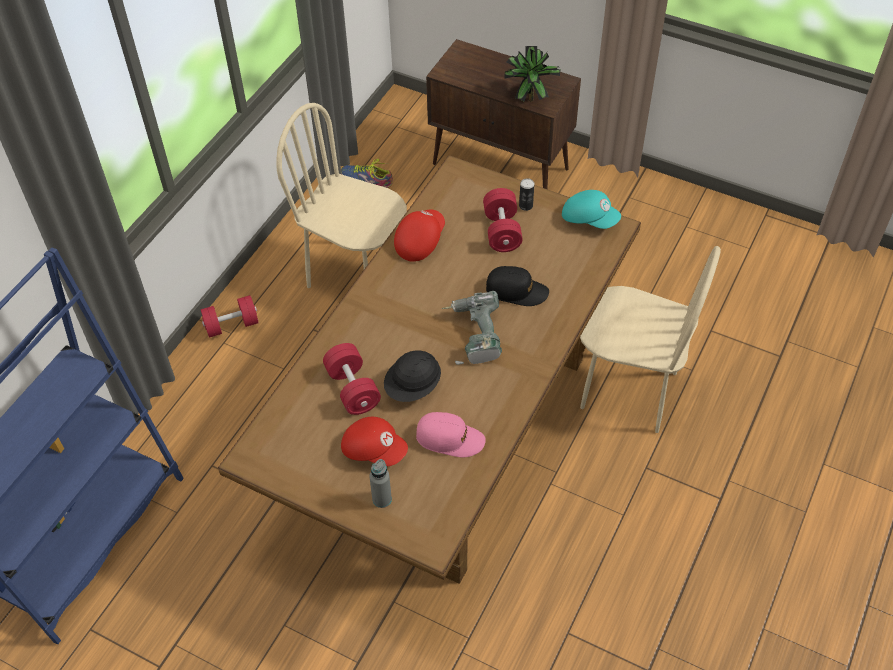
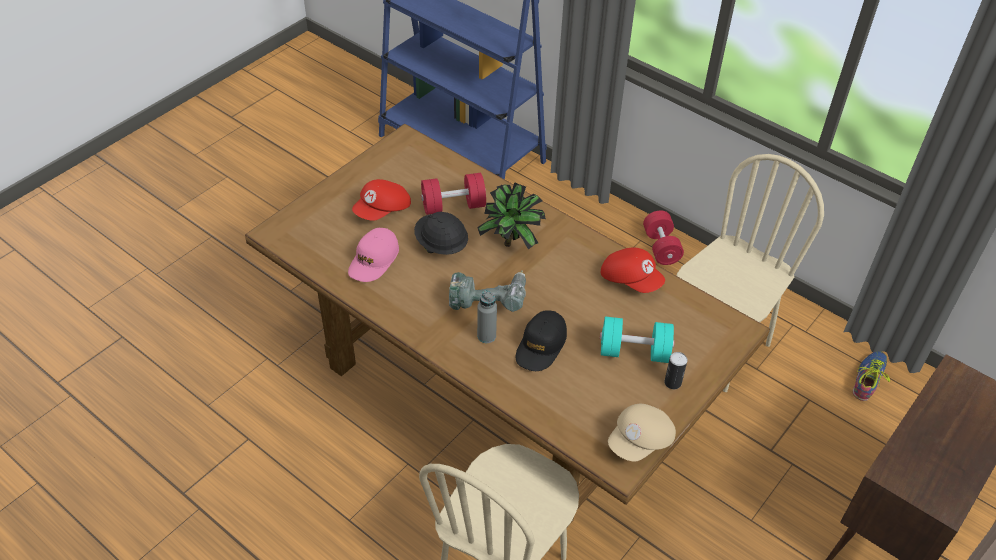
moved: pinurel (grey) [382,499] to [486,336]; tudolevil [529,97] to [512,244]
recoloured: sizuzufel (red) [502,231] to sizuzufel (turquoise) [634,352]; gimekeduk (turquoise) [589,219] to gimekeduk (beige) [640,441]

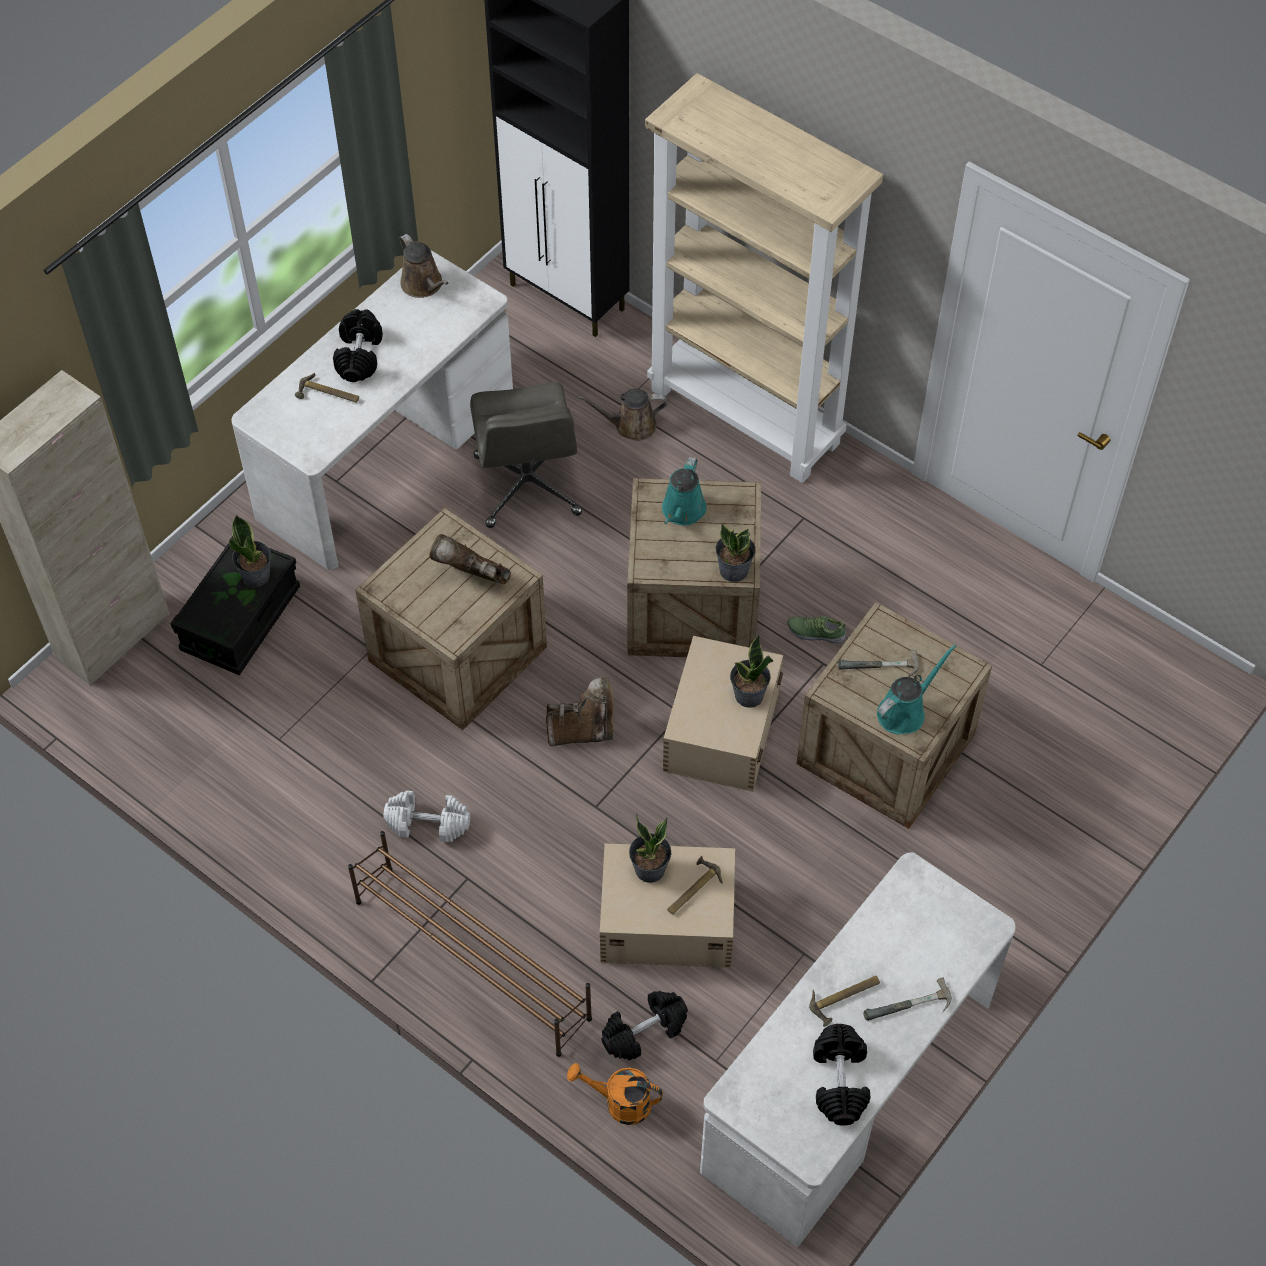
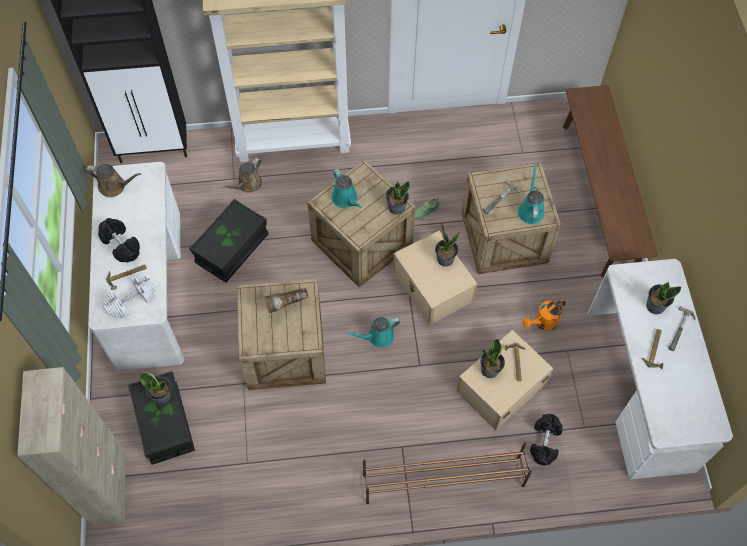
removed: sizuzufel (black) [840,1081]
added: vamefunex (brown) [598,197]; tudolevil [655,306]
moved: sizuzufel (white) [428,823] to [131,300]; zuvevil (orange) [619,1103] to [543,323]
replaced: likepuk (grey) [528,486] to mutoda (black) [232,249]; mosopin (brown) [583,731] to zuvevil (turquoise) [378,337]

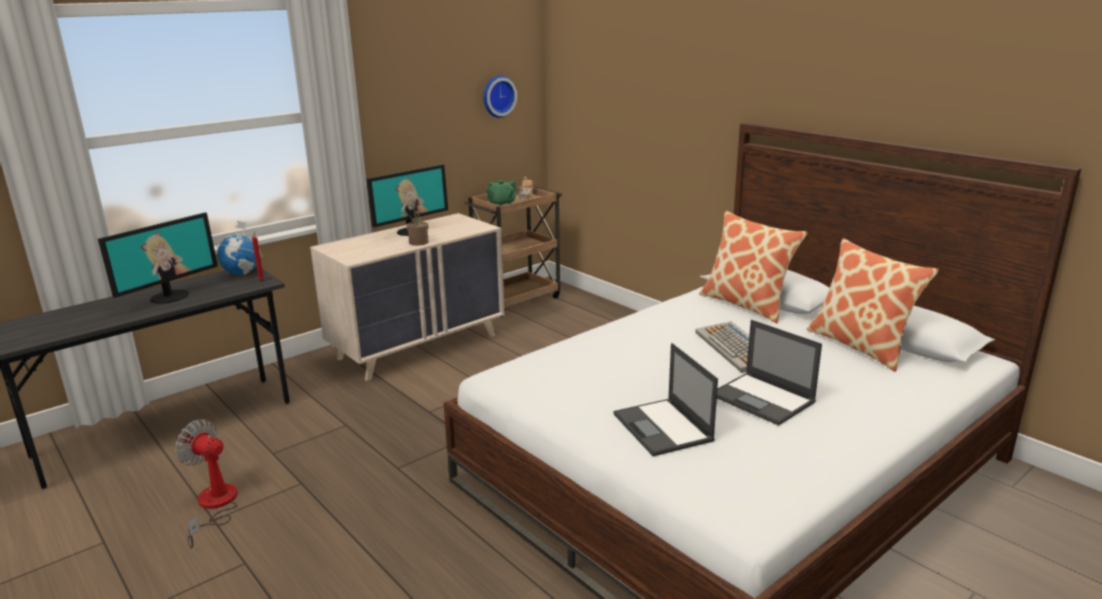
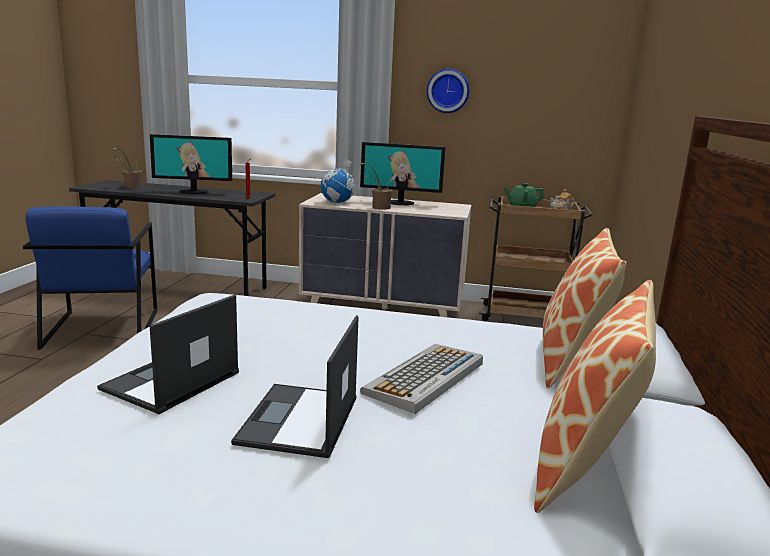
added: tudolevil [131,187]
moved: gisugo [243,273] to [338,202]; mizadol [497,96] to [448,91]
replaced: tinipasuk [214,506] to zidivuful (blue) [101,328]

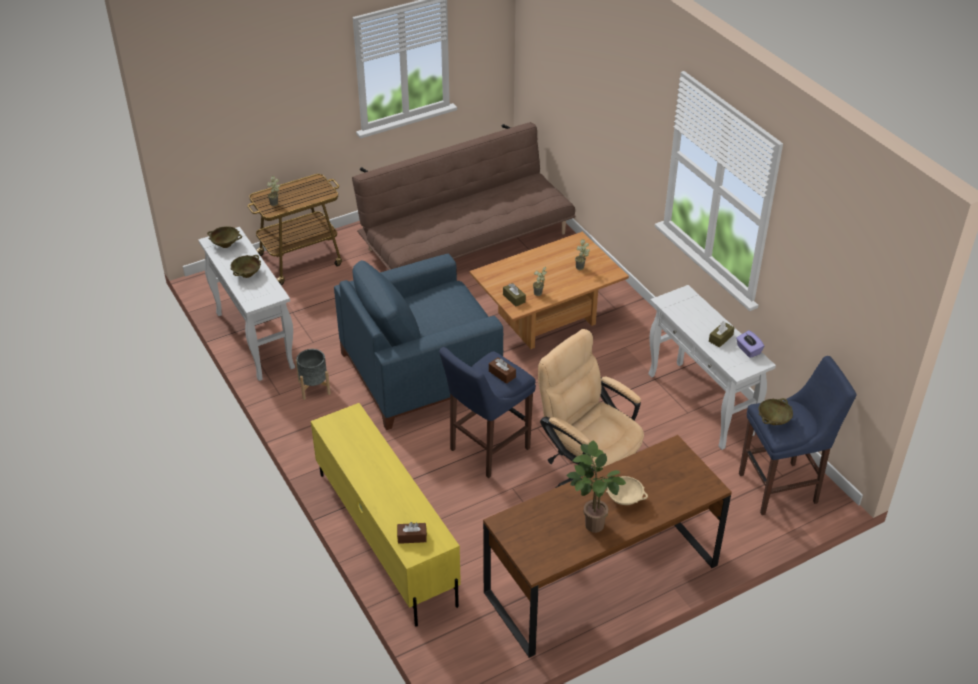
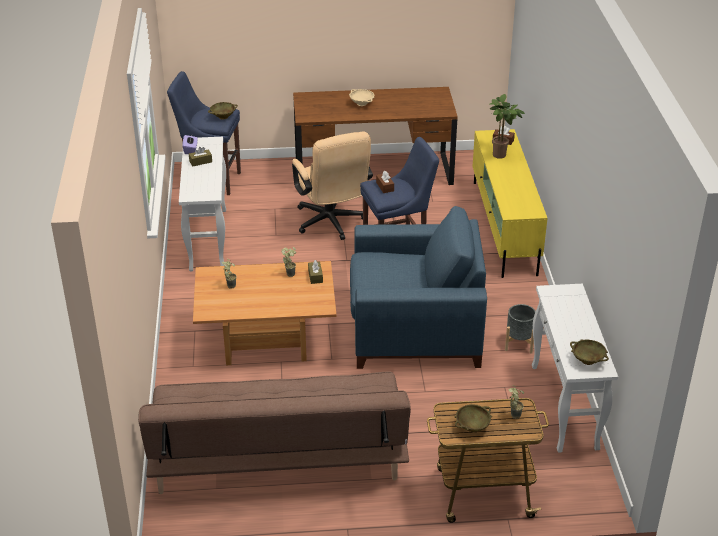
moved: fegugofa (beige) [247,274] to [472,427]; tudolevil [591,524] to [501,156]

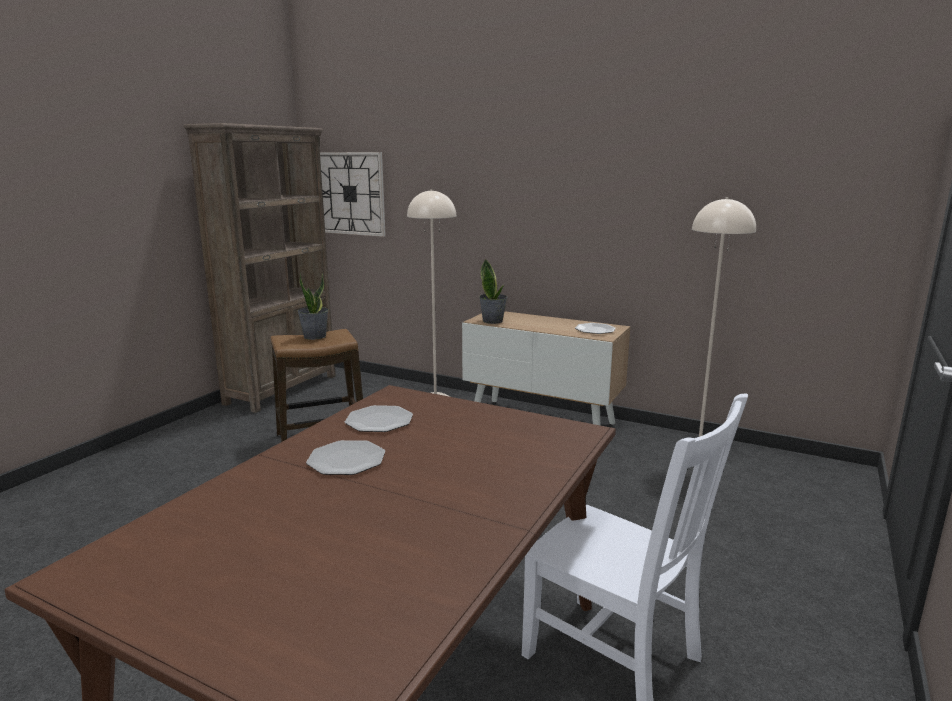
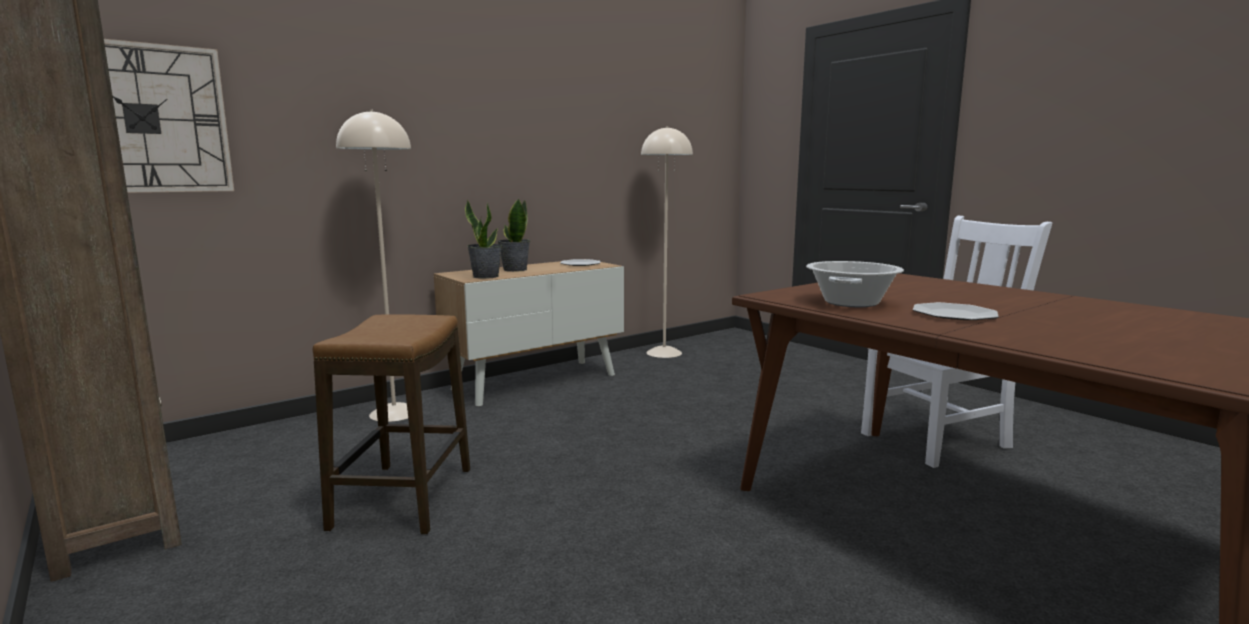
moved: tudolevil [314,336] to [514,270]
replaced: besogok [379,421] to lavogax [850,303]

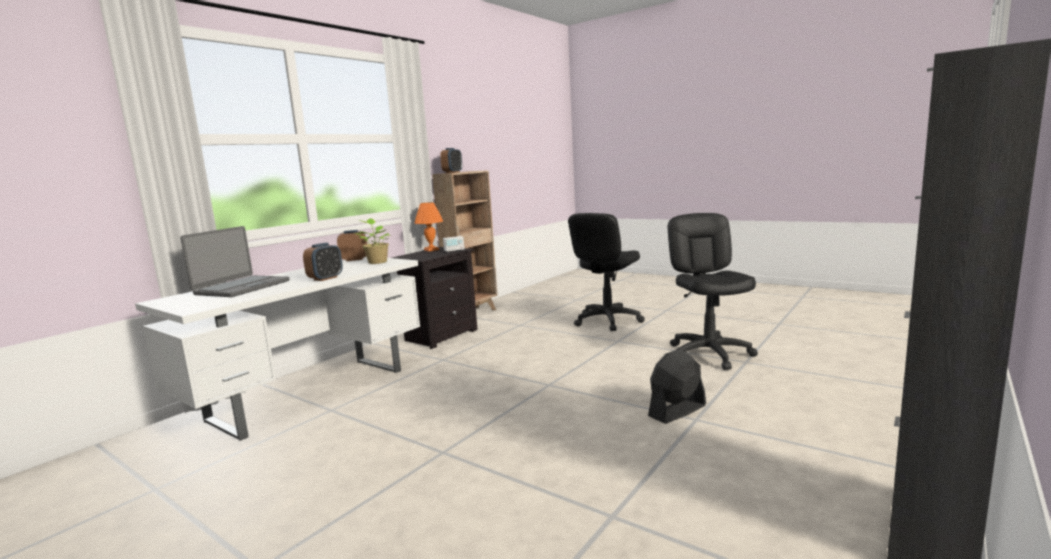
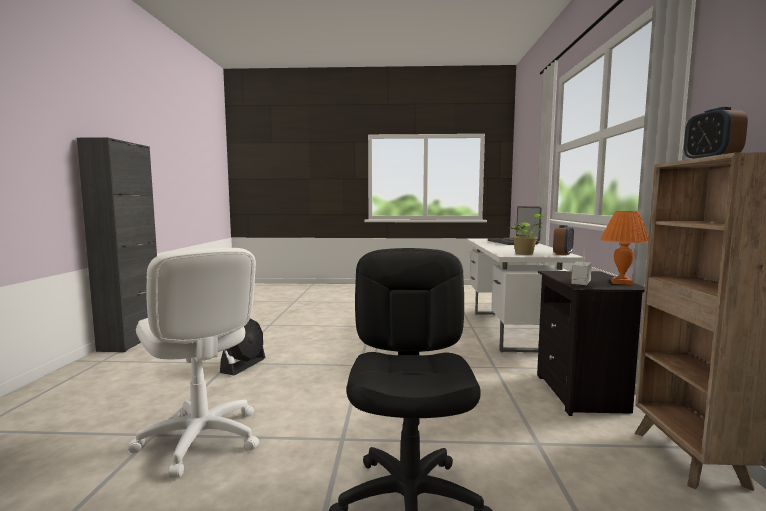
removed: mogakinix [325,278]
recoloured: likepuk (black) [709,354] to likepuk (white) [200,439]

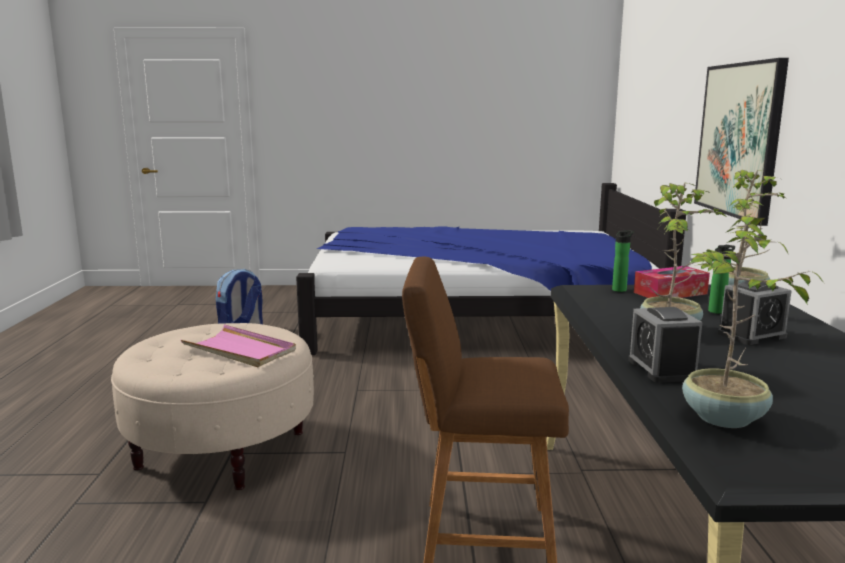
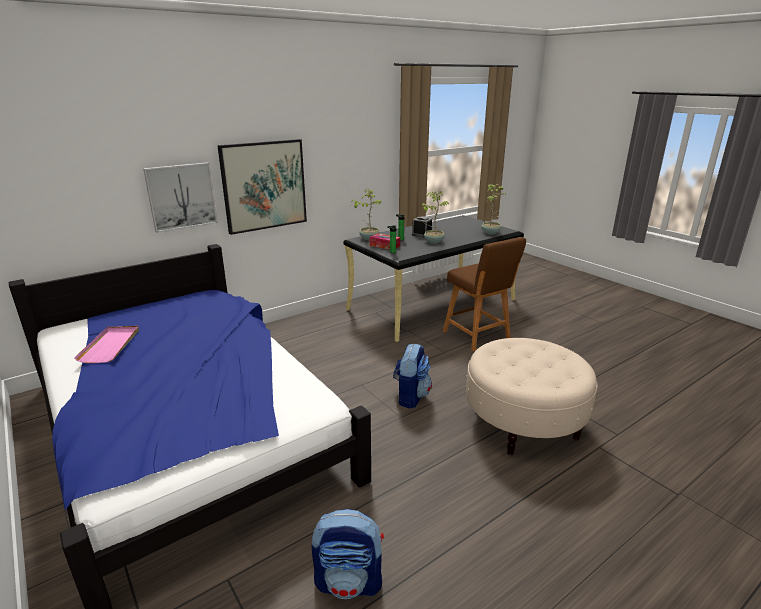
removed: mogakinix [661,369]
added: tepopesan [181,196]; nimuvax [410,396]
moved: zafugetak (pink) [240,350] to [111,346]

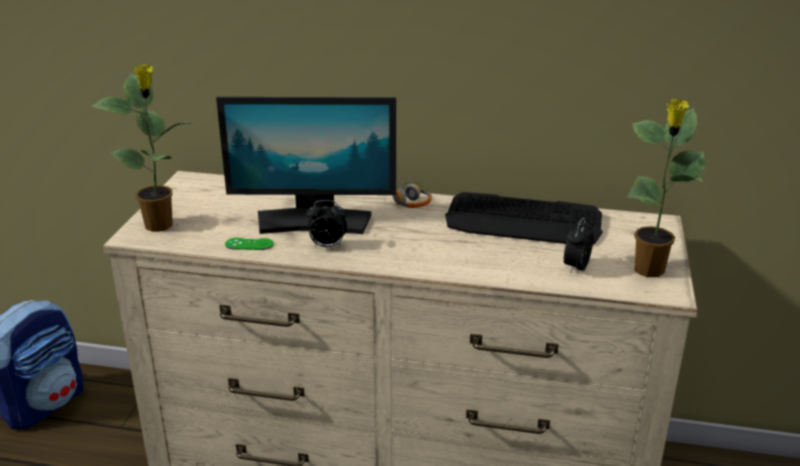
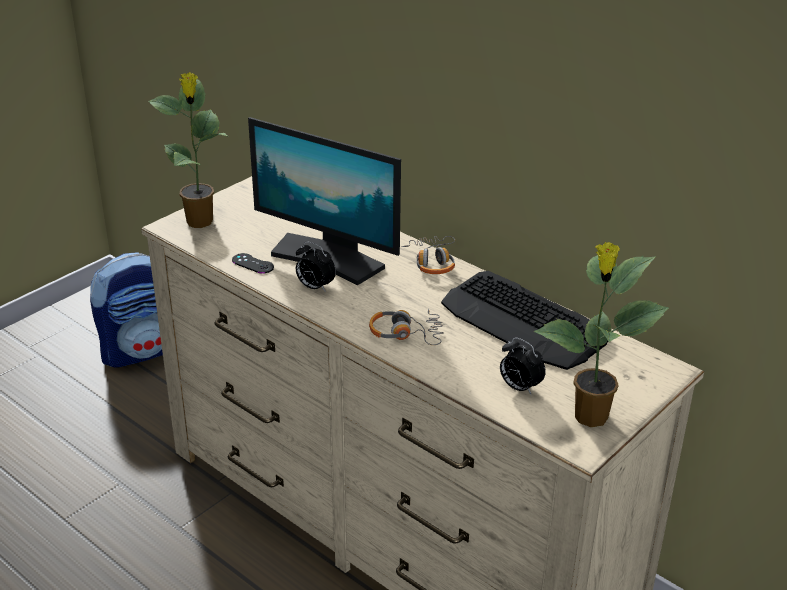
added: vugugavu [406,333]
recoloured: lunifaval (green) [249,244] to lunifaval (black) [253,263]
turned: mogakinix [576,267] = [519,387] 105 degrees counterclockwise

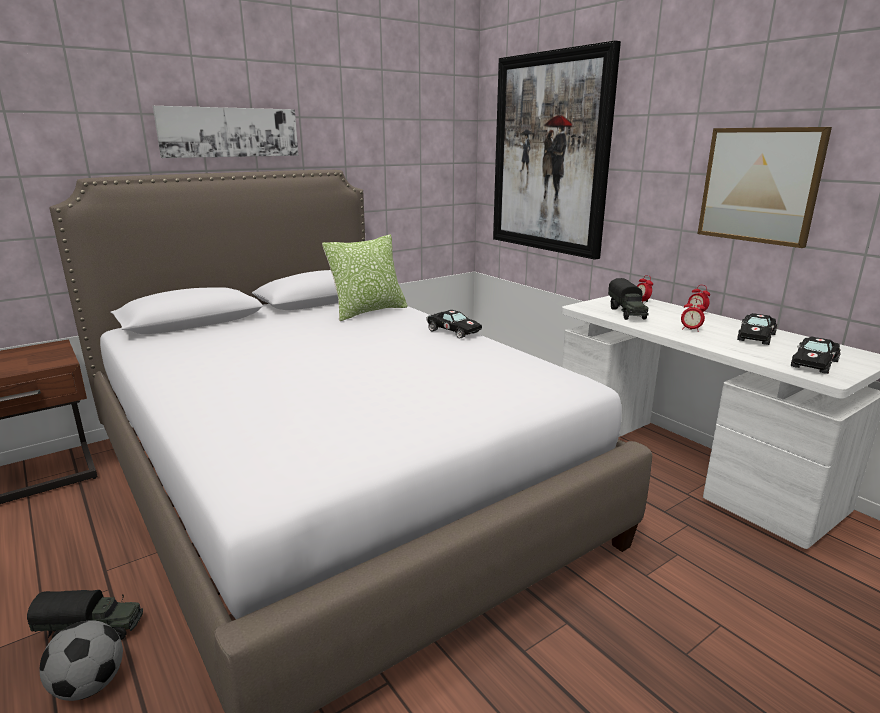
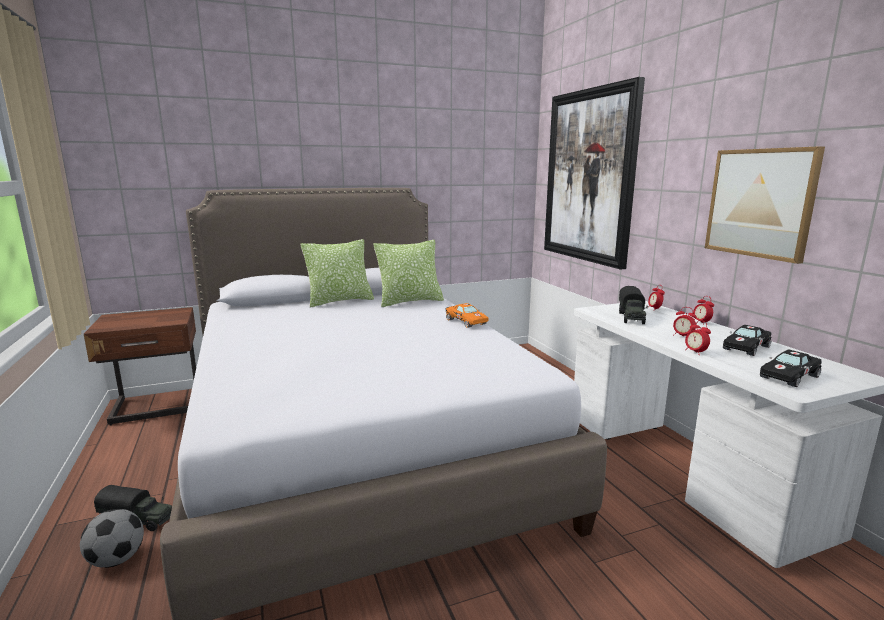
removed: tepopesan [229,132]
added: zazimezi [339,301]; mogakinix [695,352]
recoloured: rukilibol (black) [452,331] to rukilibol (orange) [465,321]

